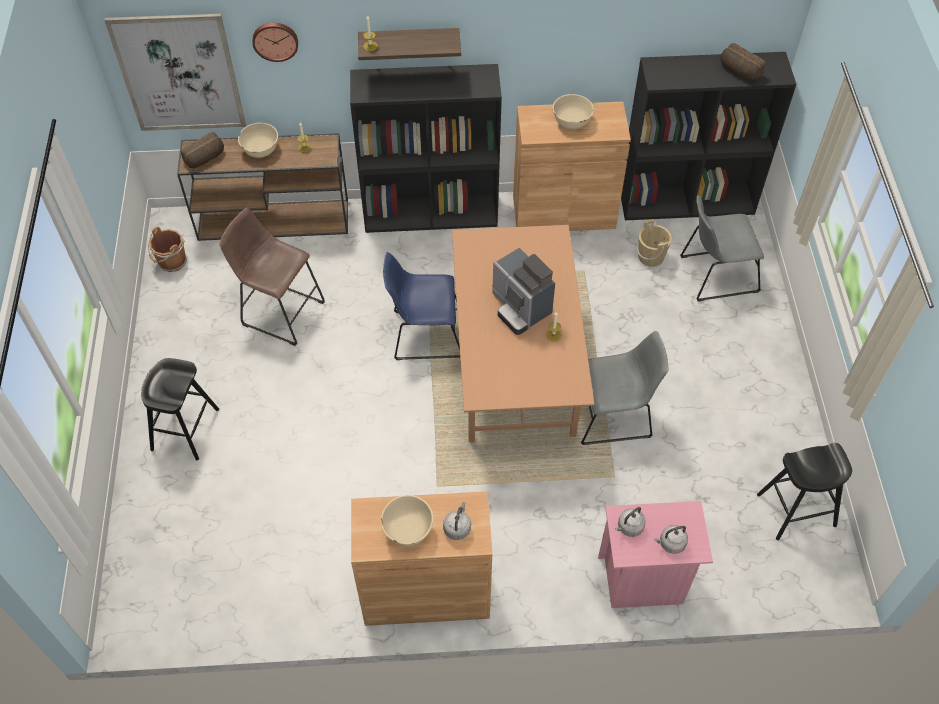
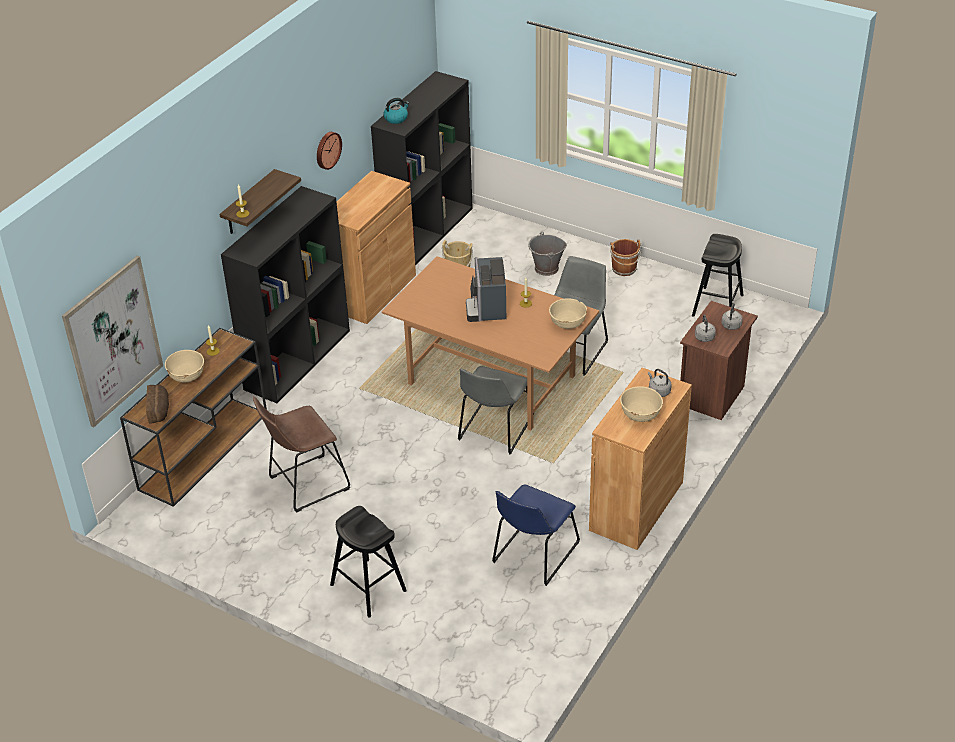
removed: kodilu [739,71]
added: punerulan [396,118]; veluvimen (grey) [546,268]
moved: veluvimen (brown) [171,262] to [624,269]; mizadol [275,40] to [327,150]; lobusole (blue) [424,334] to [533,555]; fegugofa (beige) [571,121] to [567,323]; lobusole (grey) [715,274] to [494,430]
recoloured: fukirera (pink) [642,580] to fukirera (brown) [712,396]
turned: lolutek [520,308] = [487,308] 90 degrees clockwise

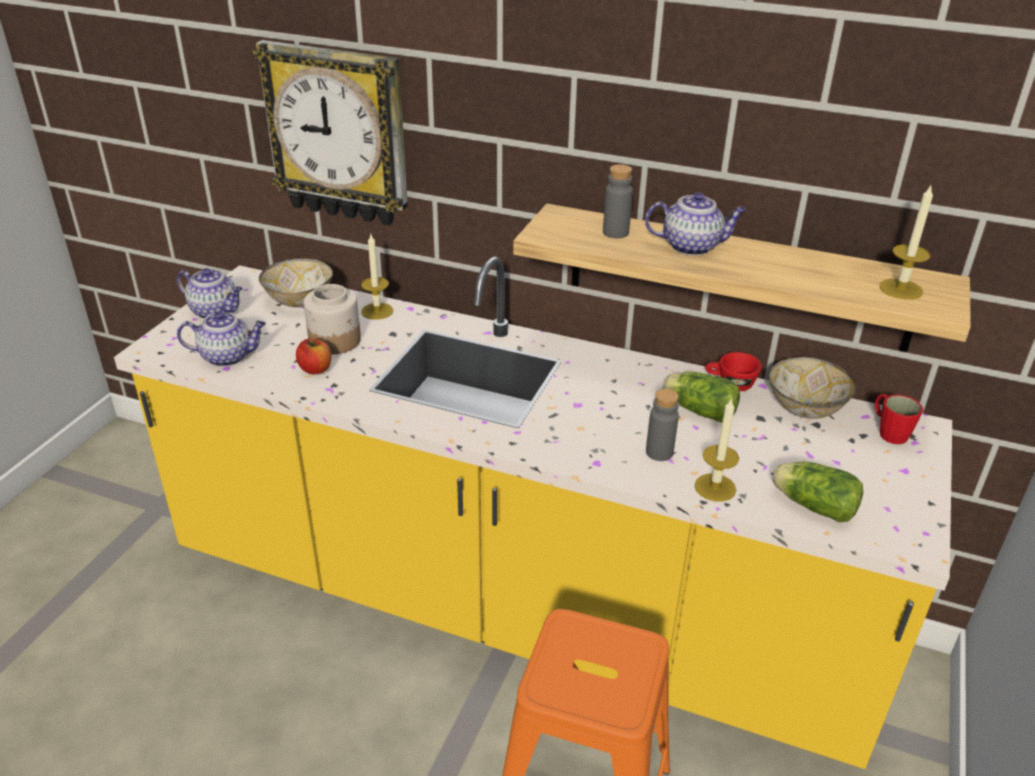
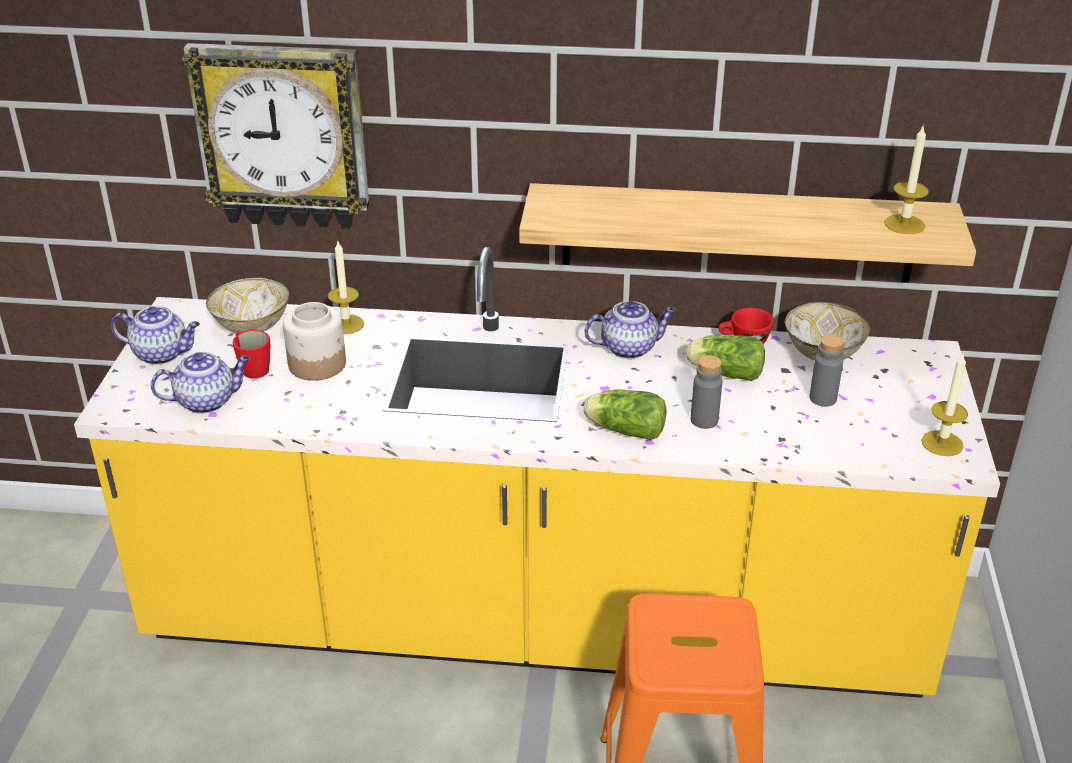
removed: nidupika [315,369]
moved: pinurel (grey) [615,232] to [823,398]; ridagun [692,246] to [629,348]; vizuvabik [715,487] to [942,443]; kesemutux [811,505] to [623,429]; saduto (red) [888,432] to [252,368]

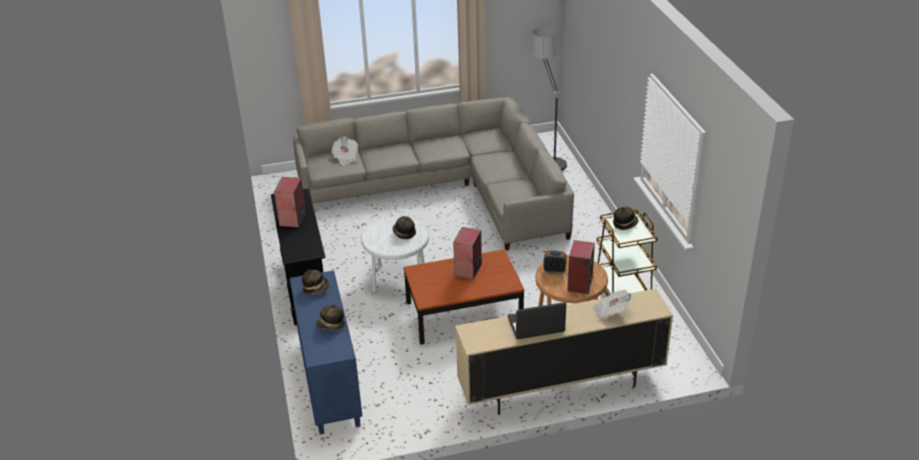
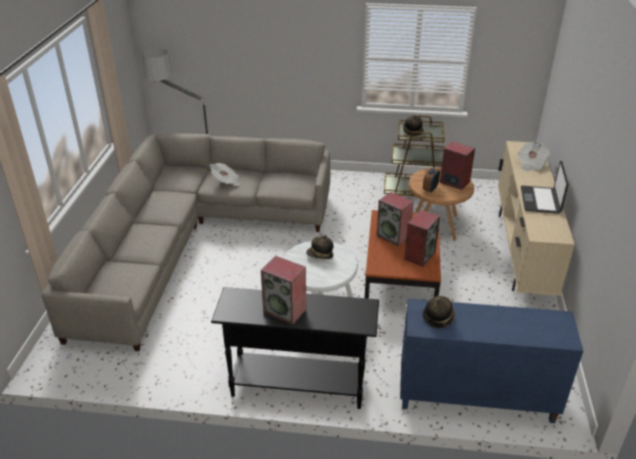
removed: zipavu [331,326]
added: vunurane [419,255]
moved: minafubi [345,157] to [226,181]

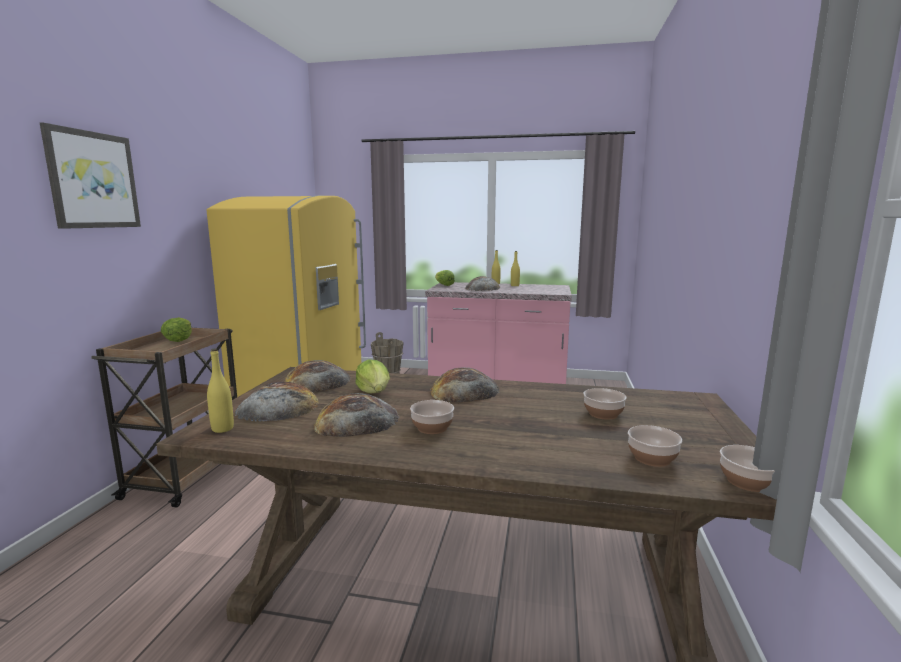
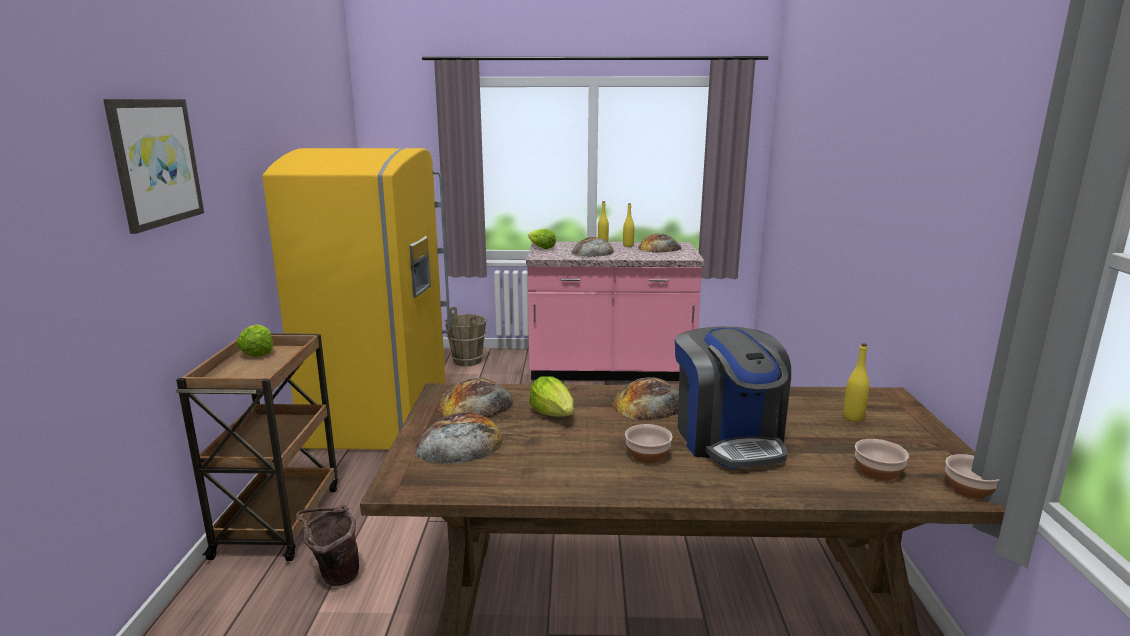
removed: fegugofa [603,414]
added: veluvimen (brown) [334,576]; lolutek [728,439]
moved: pinurel (yellow) [222,429] to [853,418]; kodilu [356,421] to [659,248]

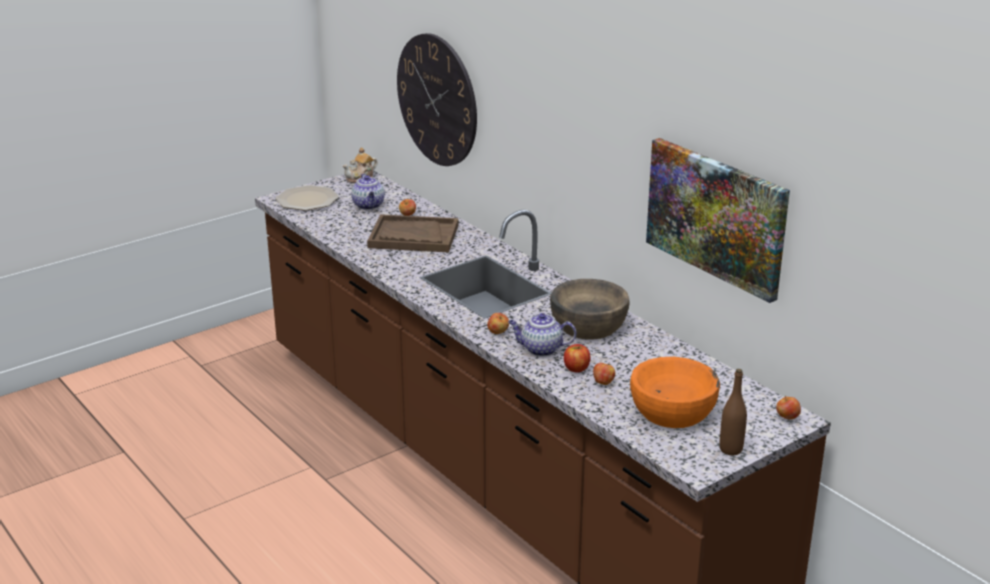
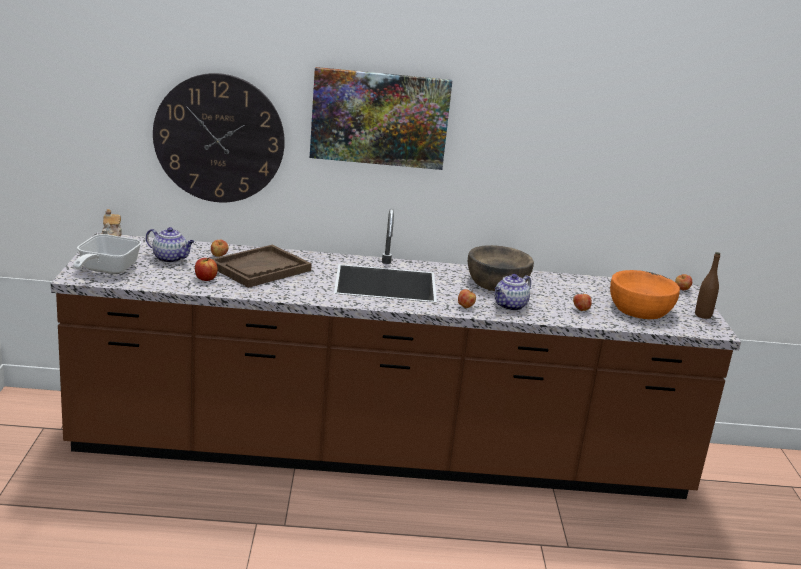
moved: nidupika [576,368] to [205,278]; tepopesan [716,216] to [380,118]
replaced: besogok [306,199] to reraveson [105,270]

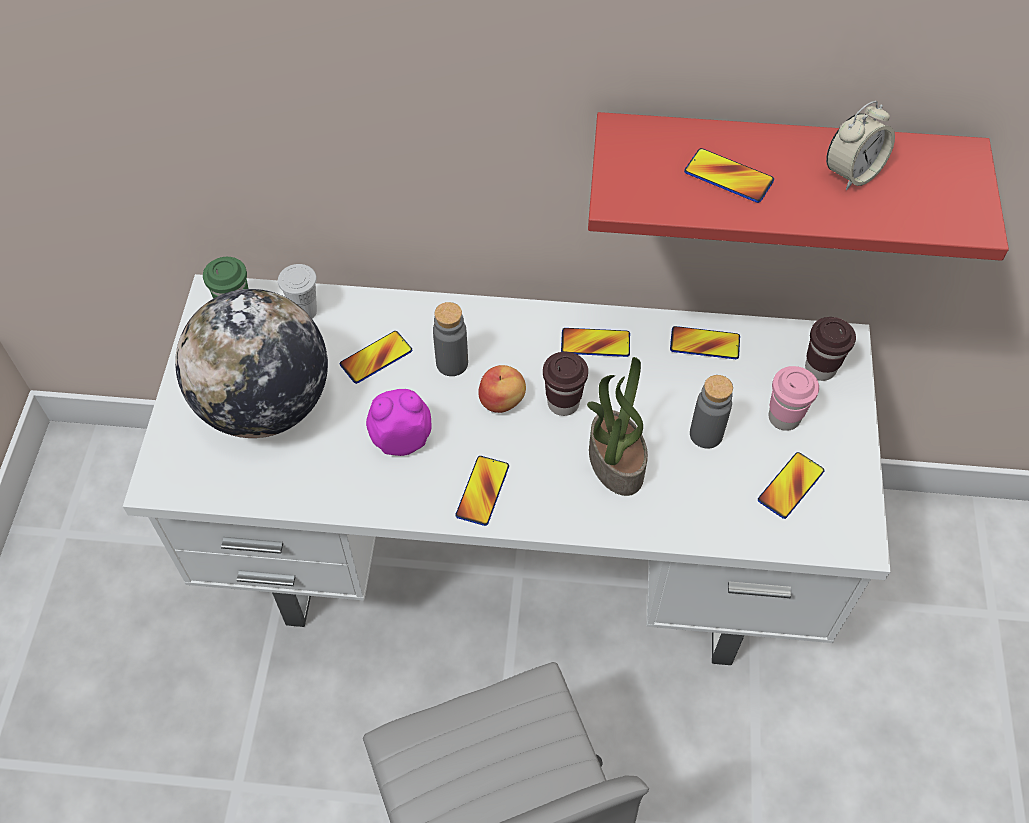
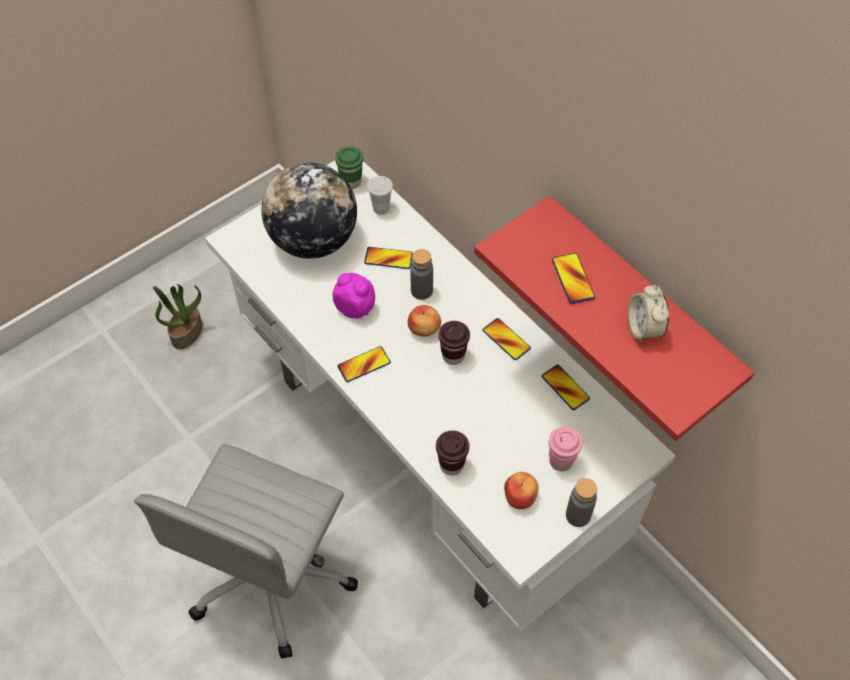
moved: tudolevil [614,462] to [186,332]; pinurel (grey) [706,434] to [578,515]; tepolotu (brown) [820,368] to [451,465]
replaced: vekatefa [790,486] to nidupika [520,497]
turned: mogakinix [852,173] = [644,328] 75 degrees clockwise

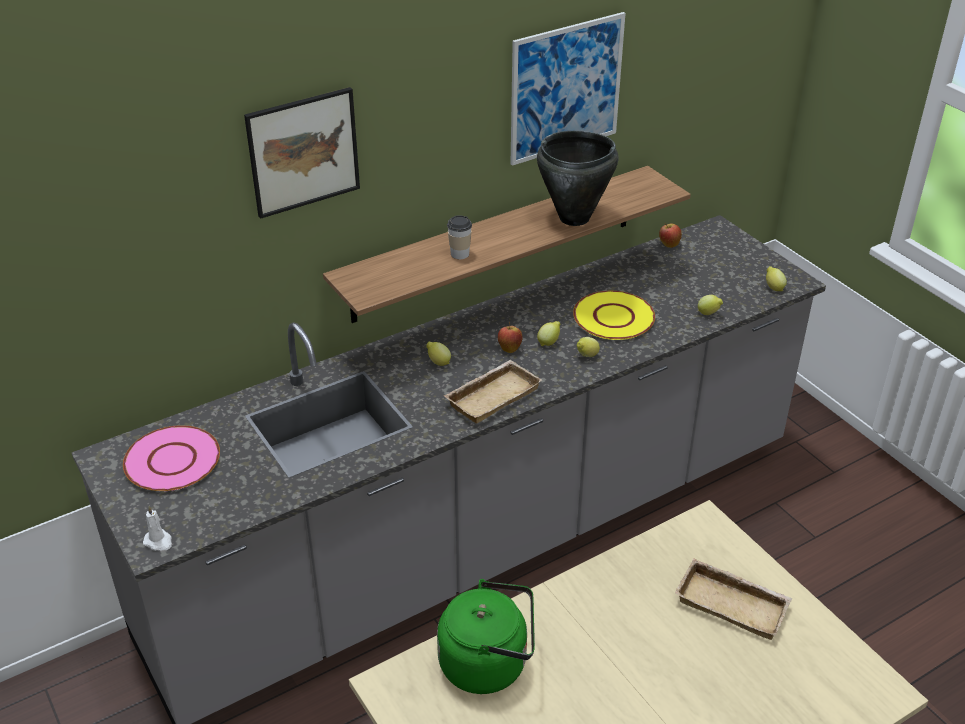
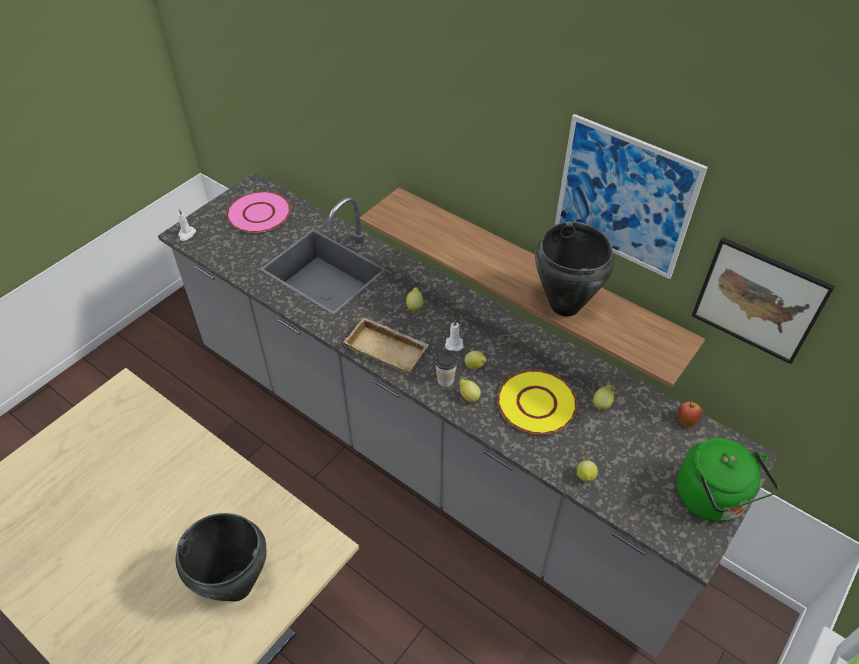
moved: tepopesan [303,152] to [758,300]; punerulan (green) [489,663] to [713,499]; tepolotu [459,254] to [445,380]; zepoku [773,287] to [602,403]
replaced: nidupika [509,348] to vizuvabik (white) [454,343]; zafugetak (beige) [733,603] to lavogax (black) [236,586]

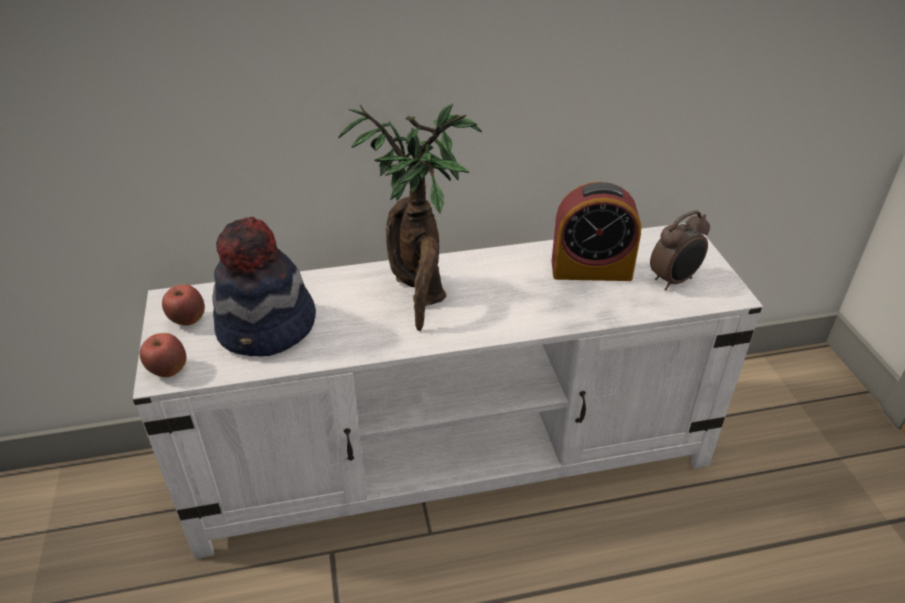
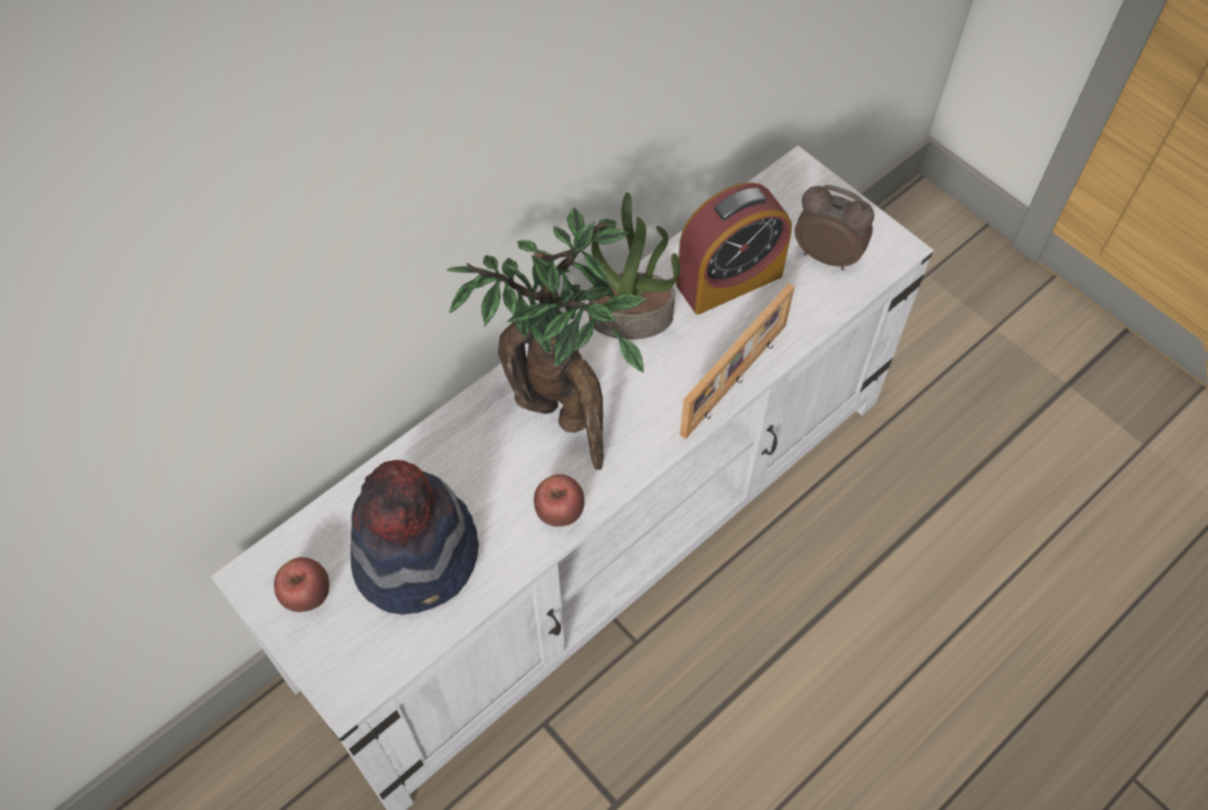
added: tudolevil [632,316]; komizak [736,380]
moved: nidupika [168,371] to [560,513]
turned: mogakinix [674,281] = [827,255] 90 degrees counterclockwise

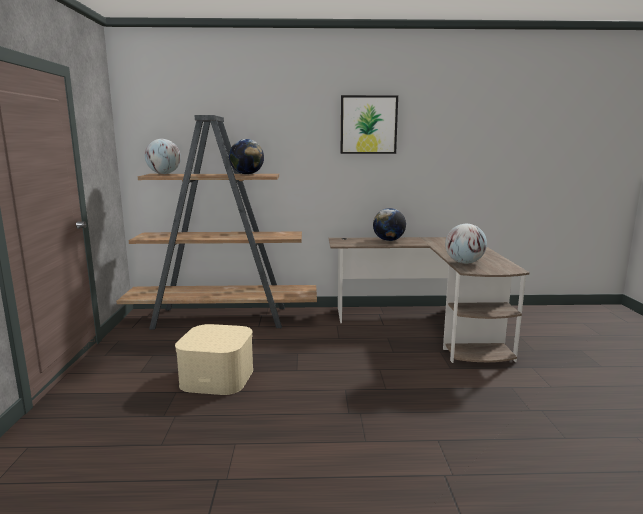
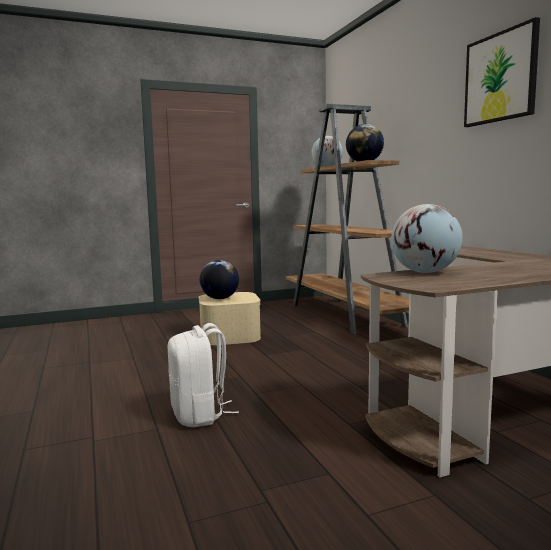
added: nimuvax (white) [199,415]
moved: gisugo [388,240] to [220,298]

